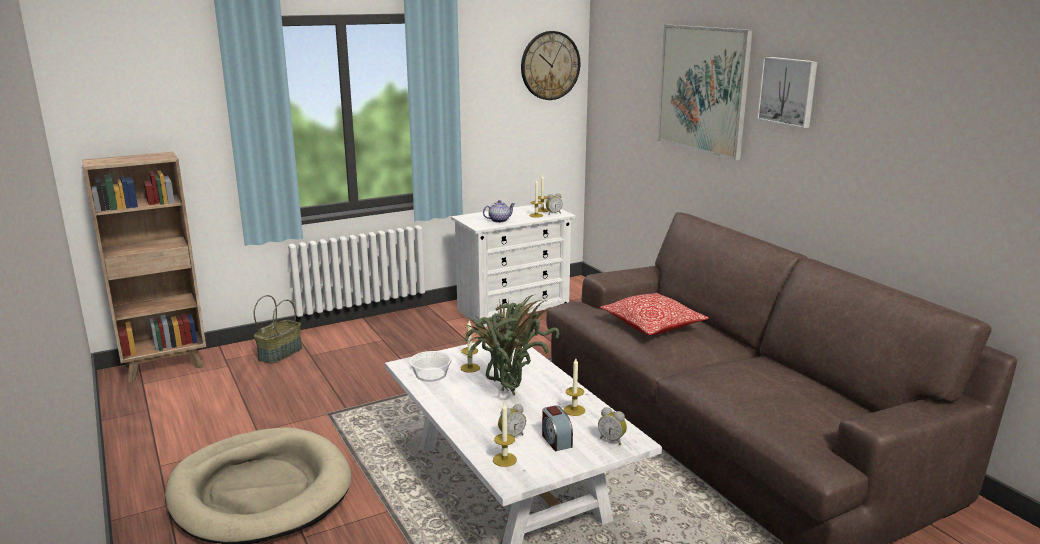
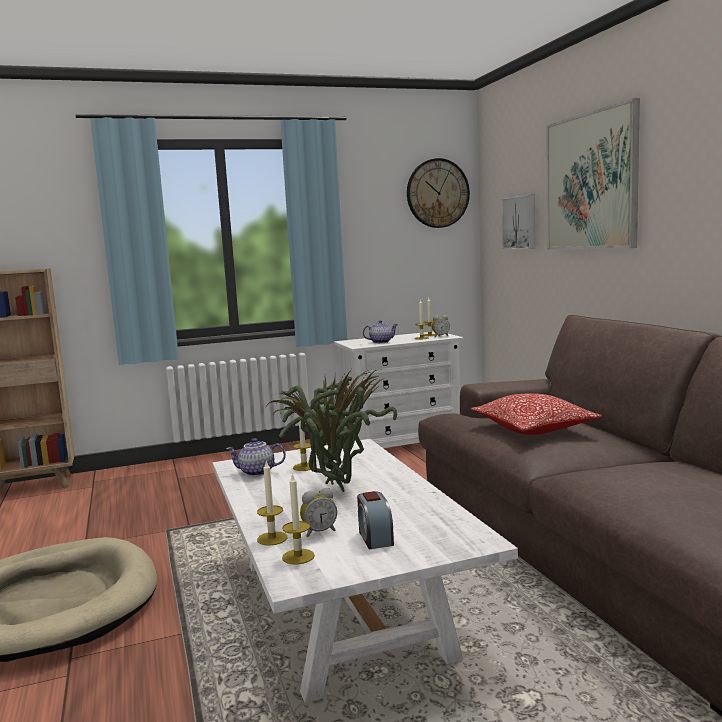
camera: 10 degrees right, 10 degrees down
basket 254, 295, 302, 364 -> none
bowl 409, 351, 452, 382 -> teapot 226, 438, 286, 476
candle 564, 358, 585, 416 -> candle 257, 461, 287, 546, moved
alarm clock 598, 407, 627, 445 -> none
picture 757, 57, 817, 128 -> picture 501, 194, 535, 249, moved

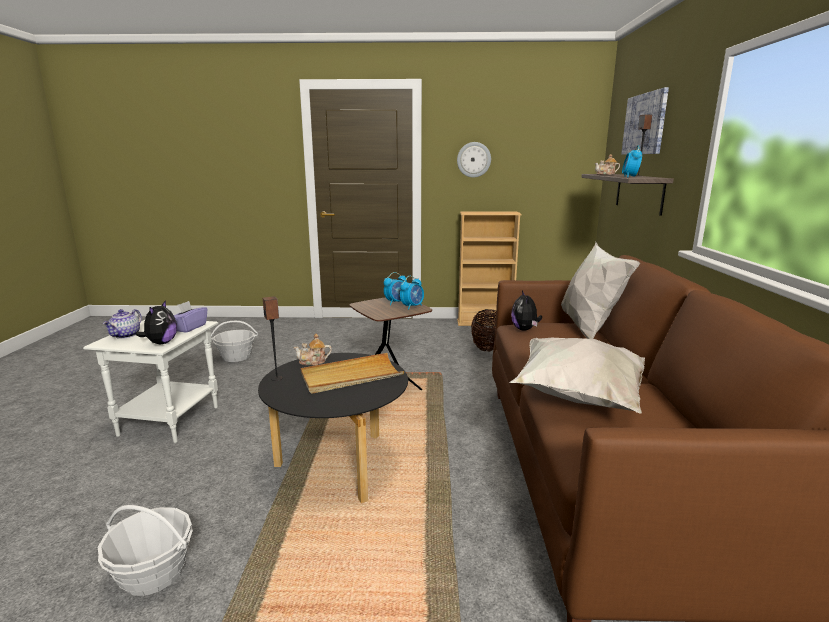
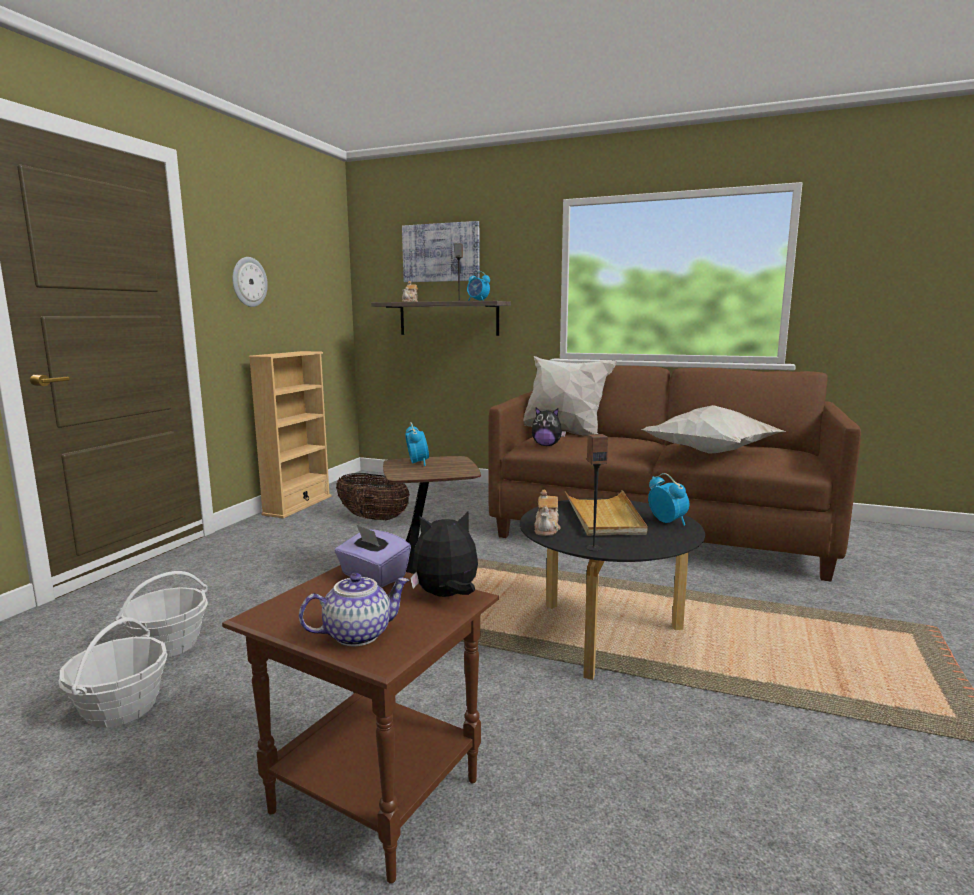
camera: 70 degrees left, 5 degrees down
white side table 83, 320, 218, 443 -> brown side table 222, 565, 499, 884
basket 98, 505, 193, 596 -> basket 115, 571, 208, 658, moved
teapot 103, 309, 142, 339 -> teapot 299, 573, 409, 646, 60 degrees counterclockwise
plush toy 136, 300, 177, 344 -> plush toy 410, 512, 478, 597, 45 degrees counterclockwise
alarm clock 400, 276, 424, 310 -> alarm clock 648, 473, 689, 526, moved

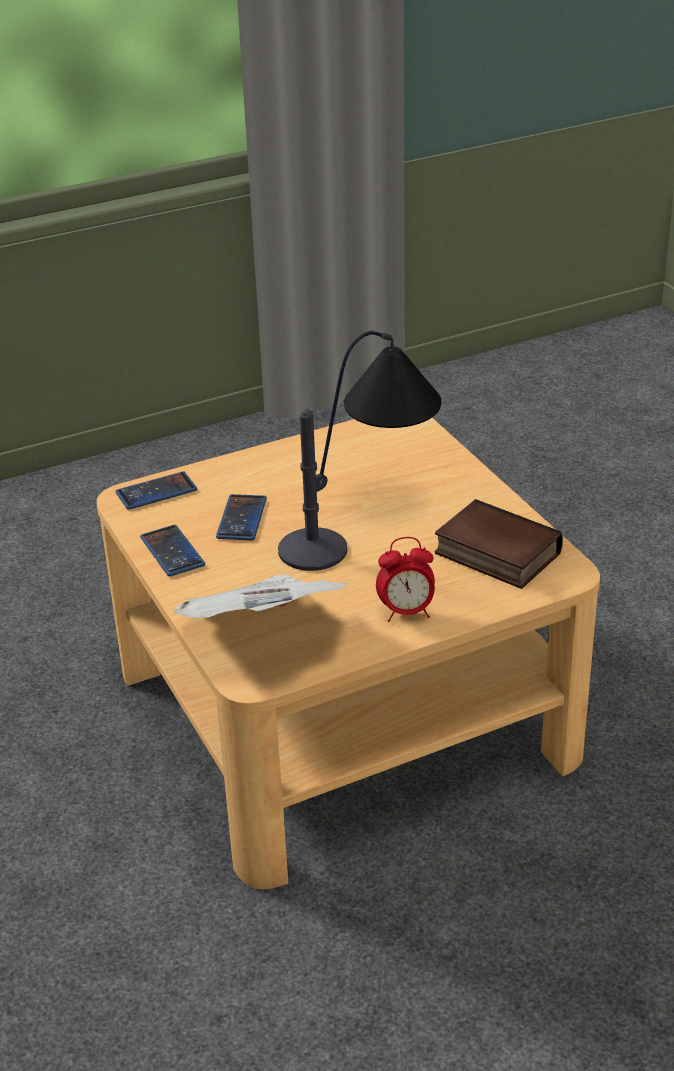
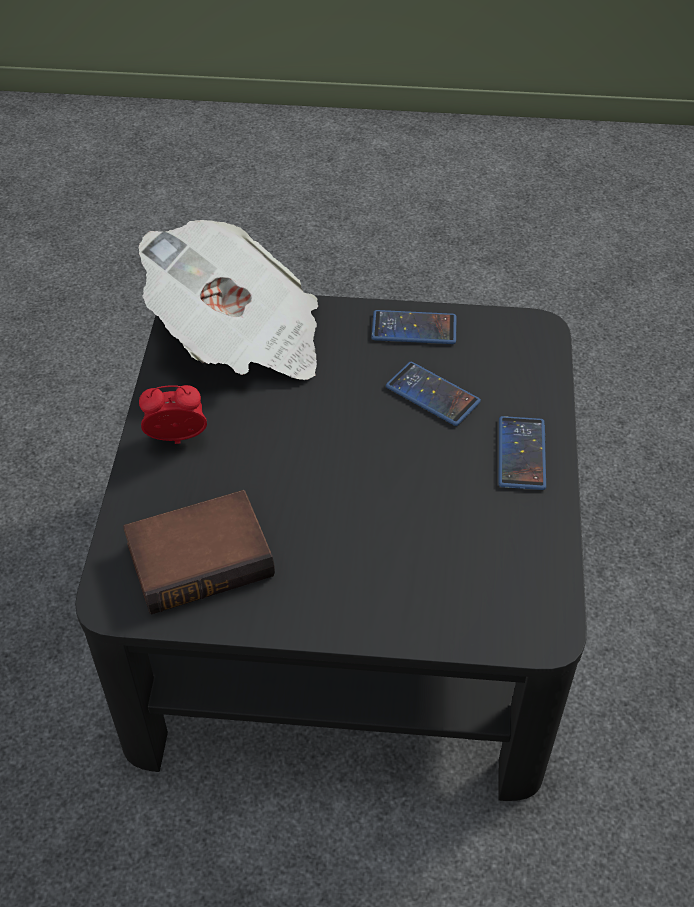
camera: 120 degrees right, 15 degrees up
beige coffee table 97, 418, 600, 889 -> black coffee table 75, 295, 587, 801
phone 115, 471, 197, 510 -> phone 499, 416, 546, 490, moved
table lamp 278, 331, 441, 571 -> none
alarm clock 376, 537, 435, 622 -> alarm clock 139, 385, 207, 444, 60 degrees clockwise

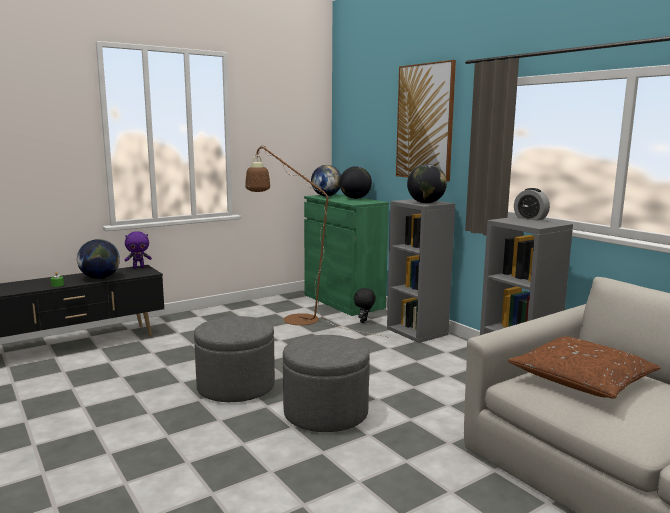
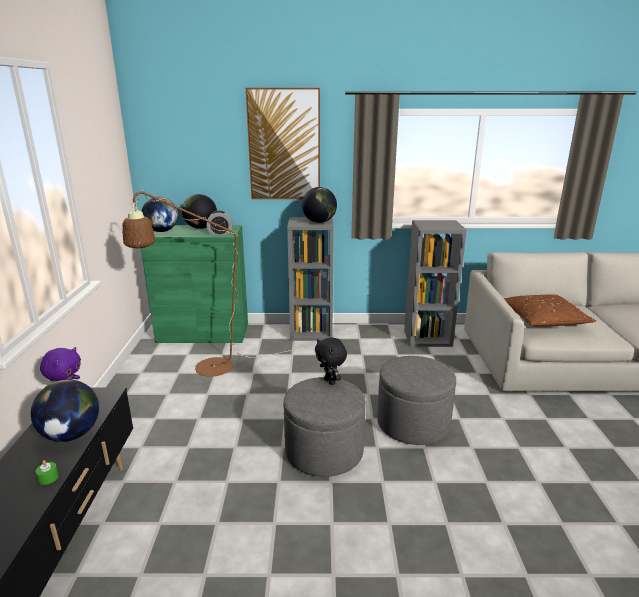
camera: 55 degrees left, 10 degrees up
black plush toy 354, 288, 376, 323 -> black plush toy 315, 337, 347, 385, moved
alarm clock 514, 188, 550, 221 -> alarm clock 207, 211, 233, 235, moved

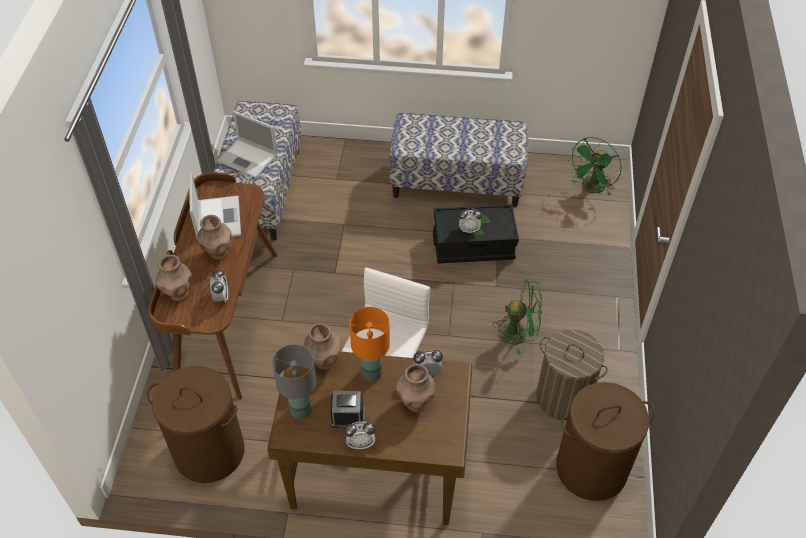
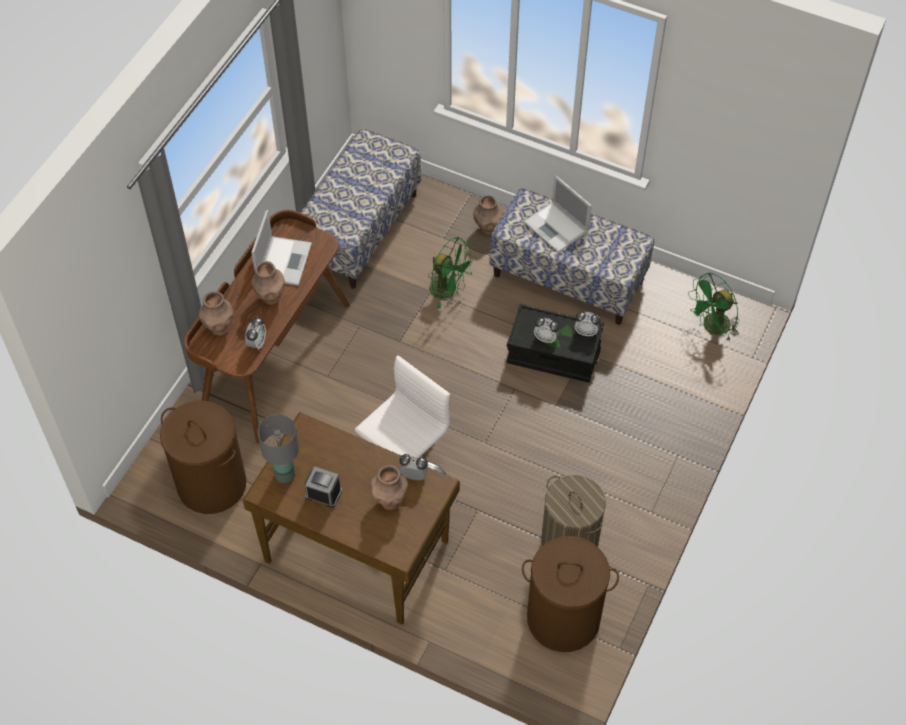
camera: 20 degrees right, 5 degrees up
laptop 217, 111, 278, 178 -> laptop 524, 175, 592, 253, moved
brown vase 304, 323, 341, 370 -> brown vase 473, 195, 503, 235, moved
alarm clock 344, 421, 376, 449 -> alarm clock 575, 312, 600, 337, moved
orange table lamp 349, 307, 390, 381 -> none
green fan 492, 279, 542, 355 -> green fan 428, 237, 475, 308, moved

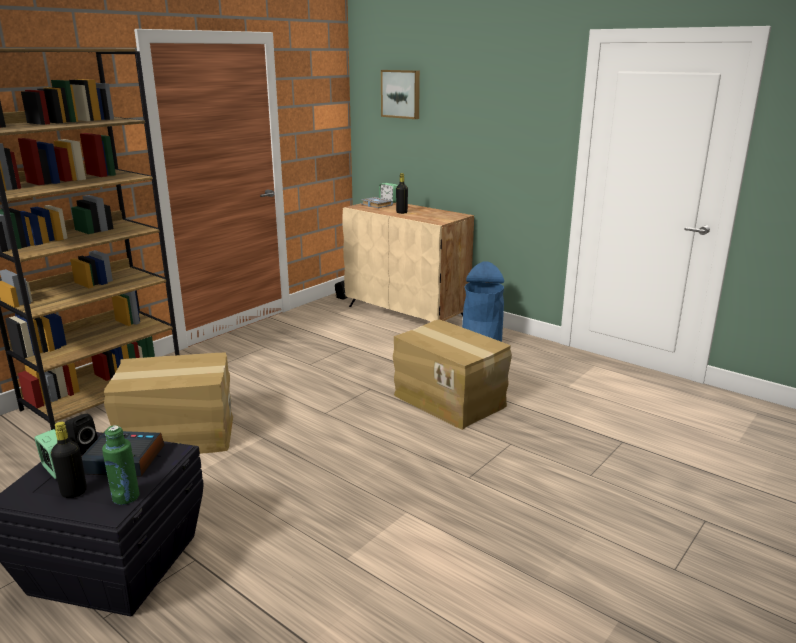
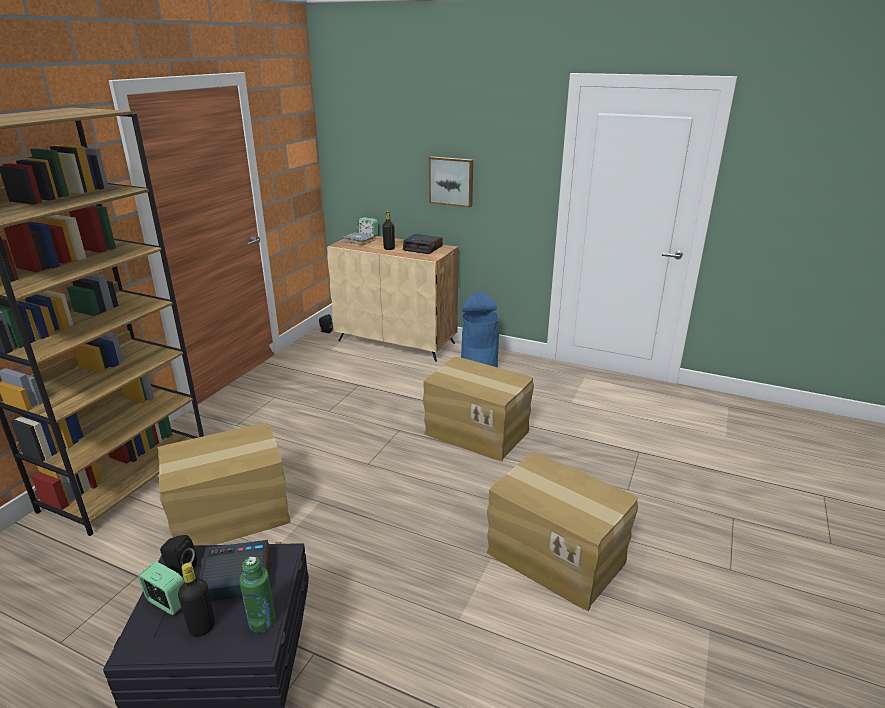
camera: 15 degrees left, 5 degrees up
picture 381, 70, 420, 119 -> picture 429, 156, 473, 207, moved
none -> alarm clock 403, 234, 443, 254
none -> cardboard box 486, 452, 638, 612

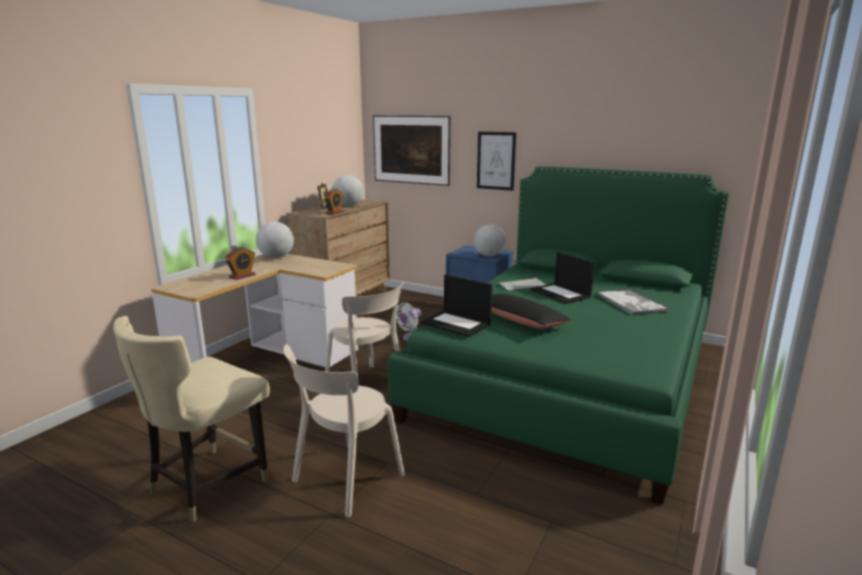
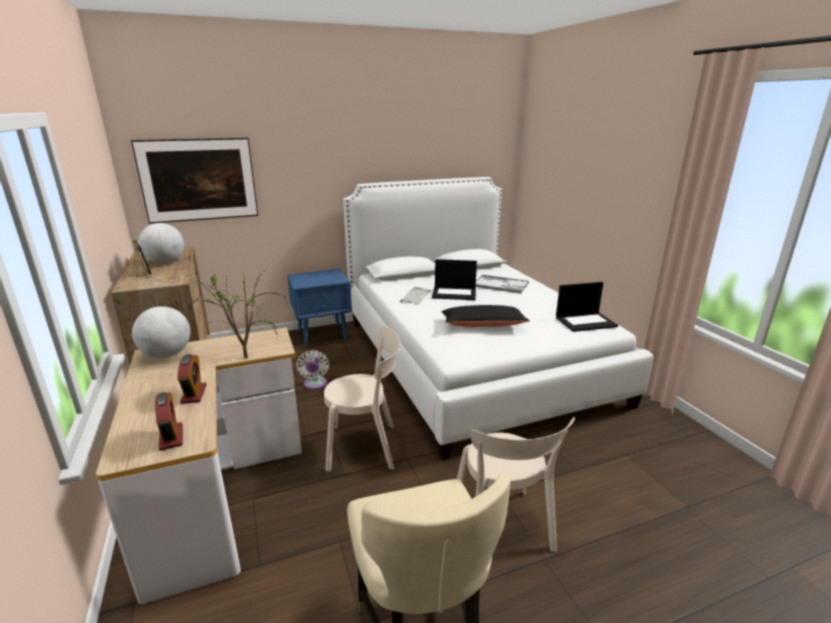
camera: 50 degrees left, 5 degrees up
alarm clock 325, 189, 344, 215 -> alarm clock 155, 392, 183, 451, moved
green bed 389, 166, 729, 505 -> white bed 343, 177, 653, 460
laptop 421, 274, 492, 337 -> laptop 556, 282, 618, 332, moved
globe 474, 224, 506, 256 -> none
picture 477, 132, 516, 191 -> none
none -> potted plant 188, 267, 288, 358

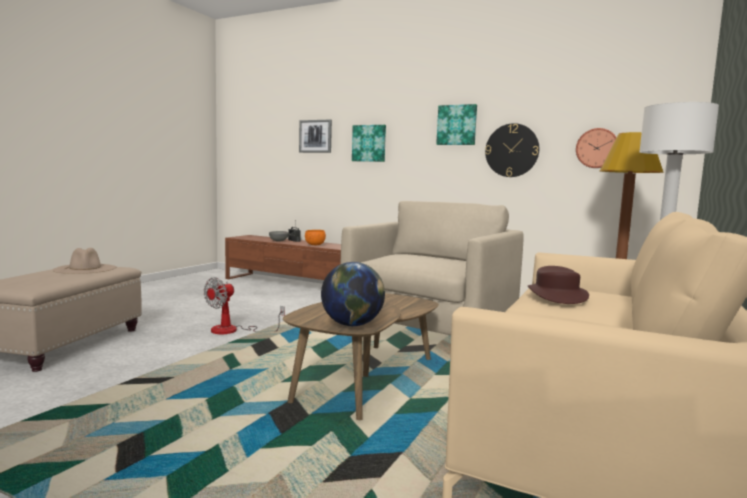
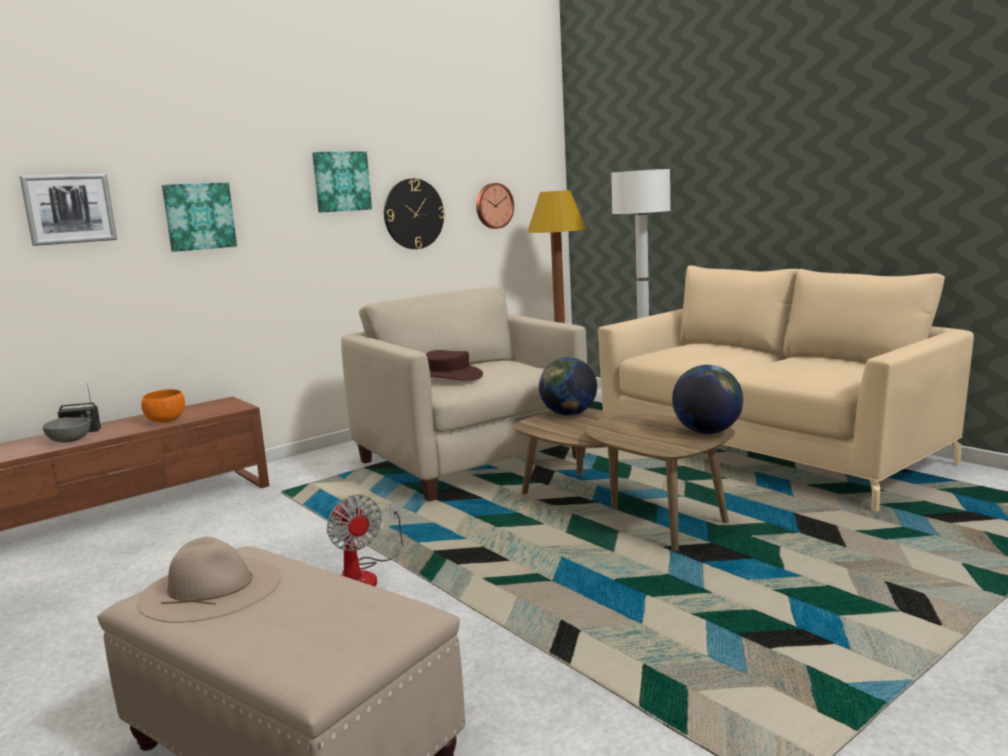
camera: 65 degrees left, 5 degrees up
brown hat 528, 266, 589, 304 -> brown hat 426, 350, 483, 381, moved
none -> globe 539, 357, 597, 416

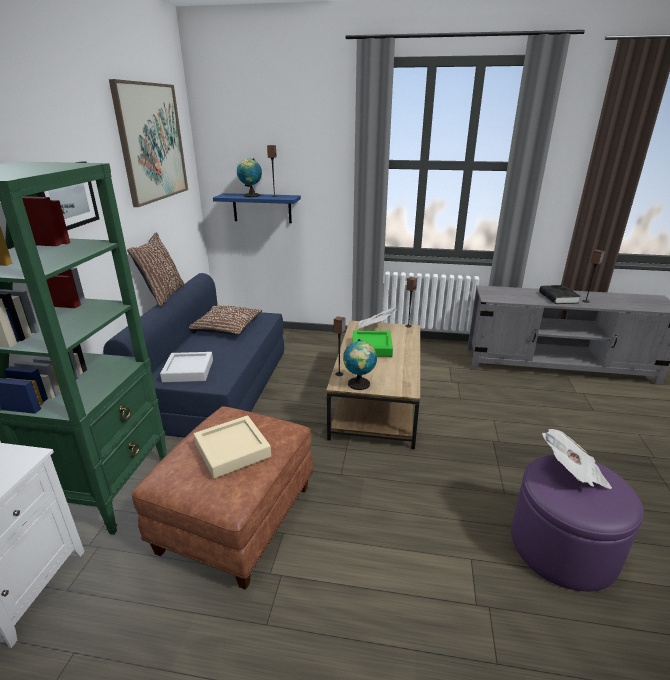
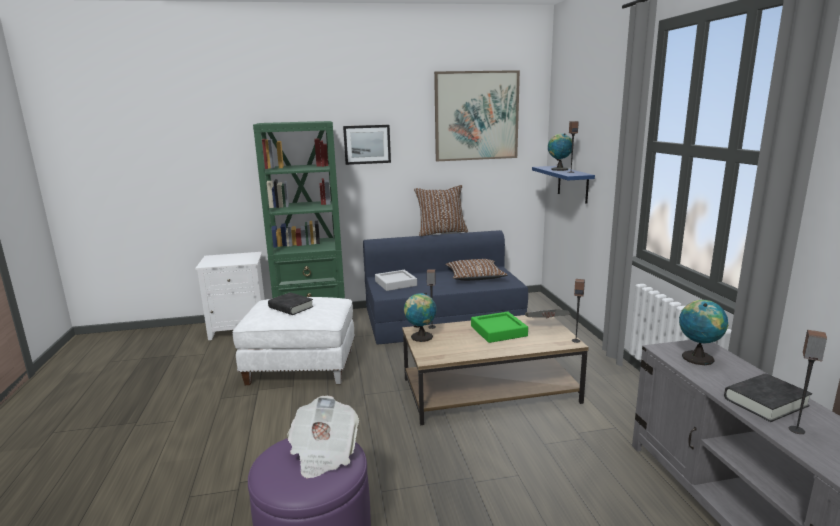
camera: 70 degrees right, 10 degrees down
brown ottoman 131, 406, 314, 590 -> white ottoman 232, 297, 355, 385
beige tray 194, 415, 271, 479 -> black book 268, 292, 314, 315
none -> globe 679, 300, 728, 365

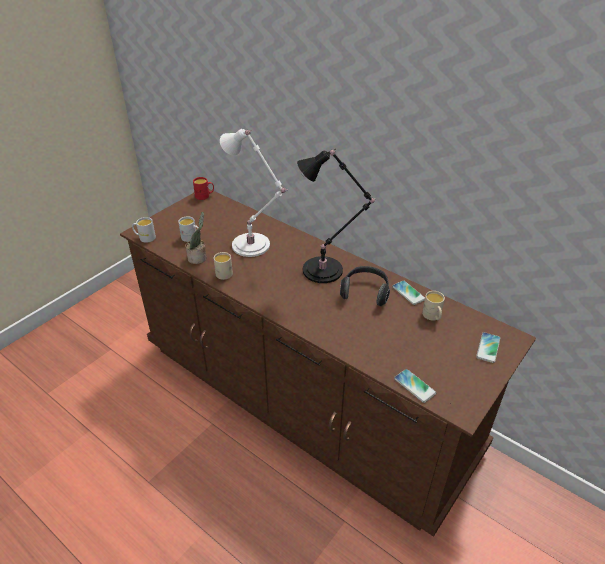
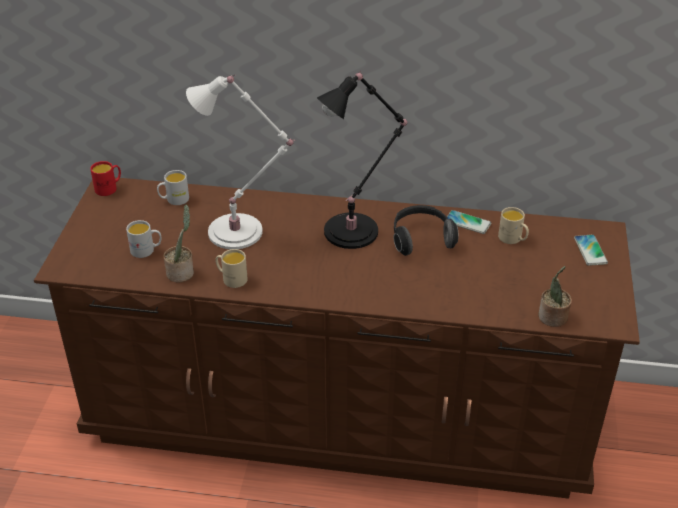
camera: 30 degrees left, 0 degrees up
white mug 132, 217, 156, 243 -> white mug 157, 170, 189, 205, moved
phone 394, 369, 436, 403 -> potted plant 538, 266, 572, 327

